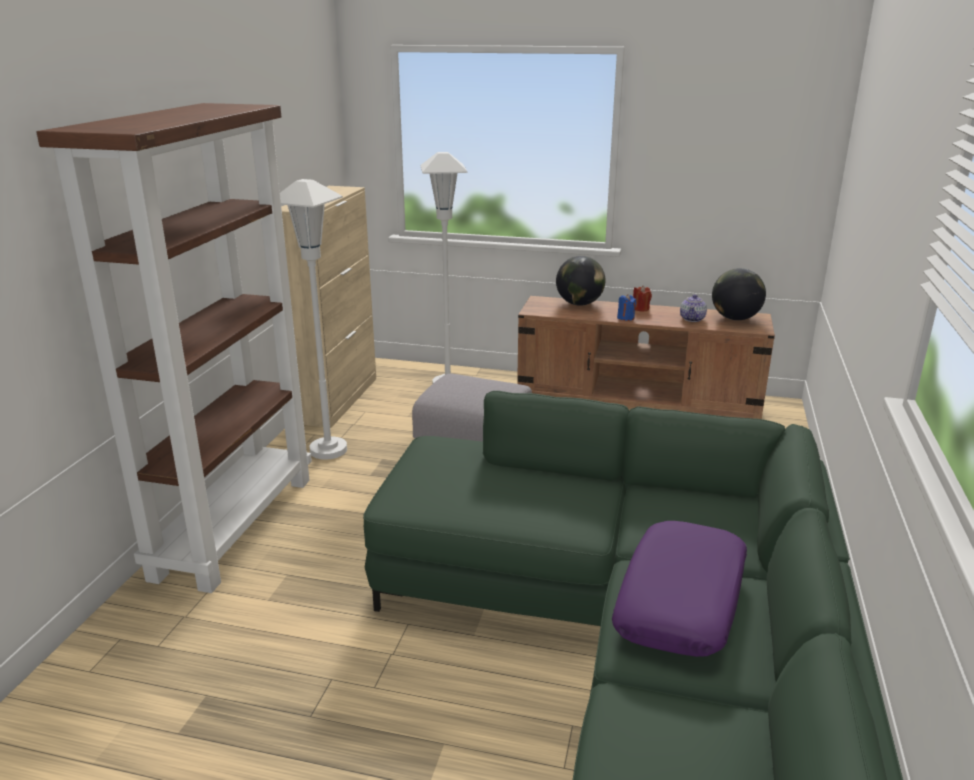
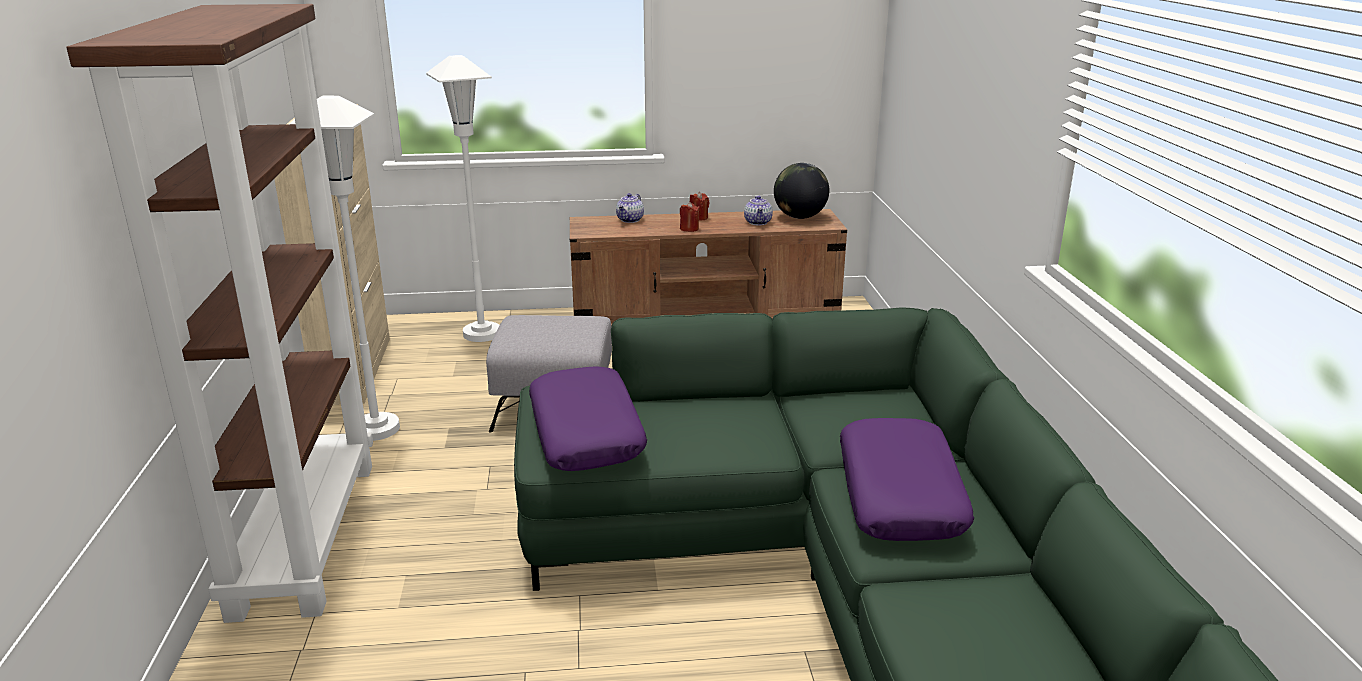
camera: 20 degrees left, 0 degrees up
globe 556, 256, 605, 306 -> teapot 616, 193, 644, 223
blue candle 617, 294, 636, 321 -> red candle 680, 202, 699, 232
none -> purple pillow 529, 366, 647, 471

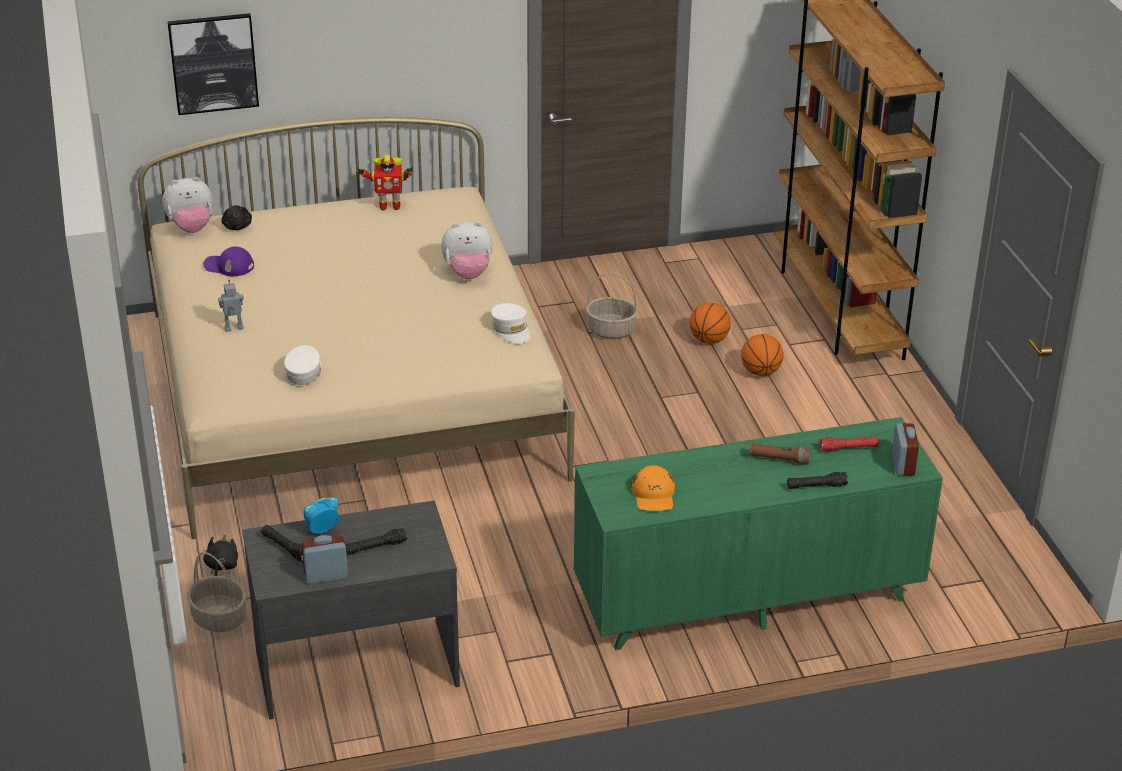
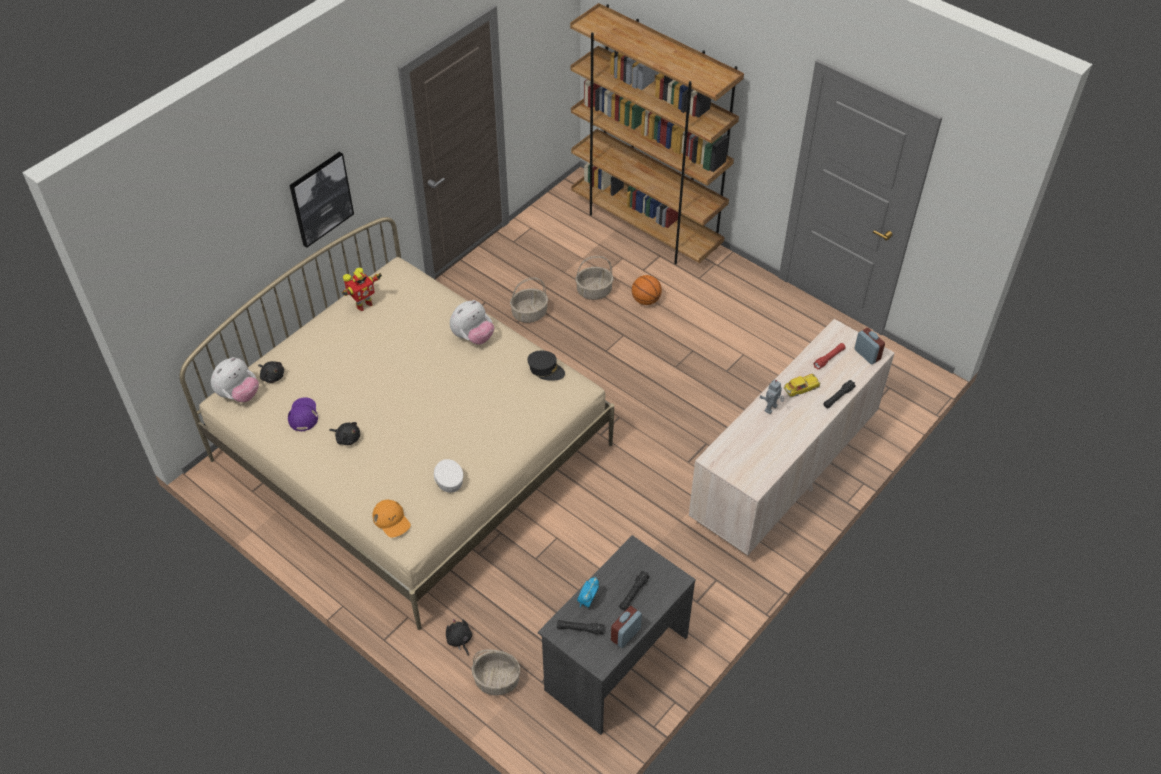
camera: 35 degrees left, 15 degrees up
picture 167, 13, 259, 115 -> picture 289, 152, 354, 248, moved
purple cap 204, 246, 254, 276 -> purple cap 288, 397, 318, 431, 105 degrees clockwise
toy robot 218, 280, 244, 332 -> toy robot 760, 380, 784, 414, moved
white cap 491, 303, 531, 343 -> black cap 527, 351, 565, 381
green dresser 574, 417, 943, 650 -> beige dresser 689, 319, 895, 555
orange cap 632, 465, 675, 511 -> orange cap 372, 500, 411, 538, moved
basketball 690, 303, 731, 344 -> basket 576, 256, 613, 300
brown flashlight 749, 442, 810, 464 -> toy car 784, 374, 821, 397
none -> black plush toy 329, 422, 360, 445

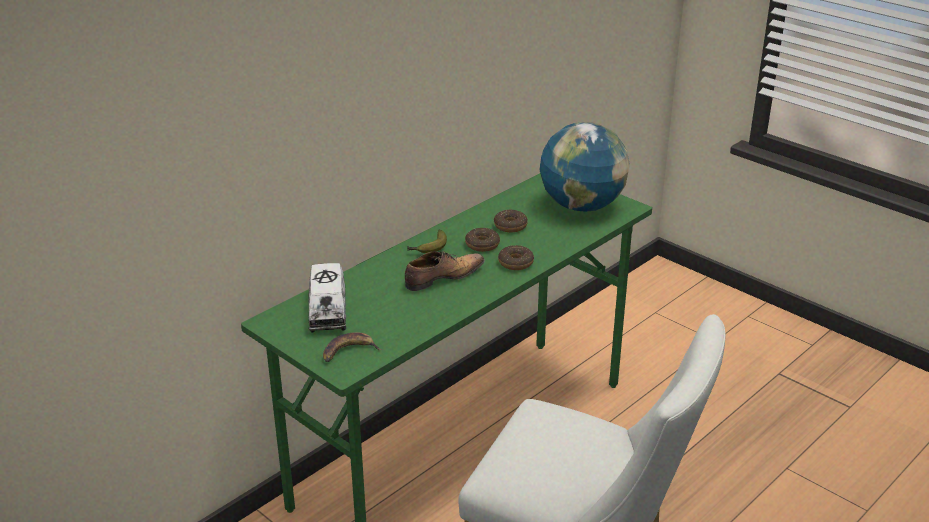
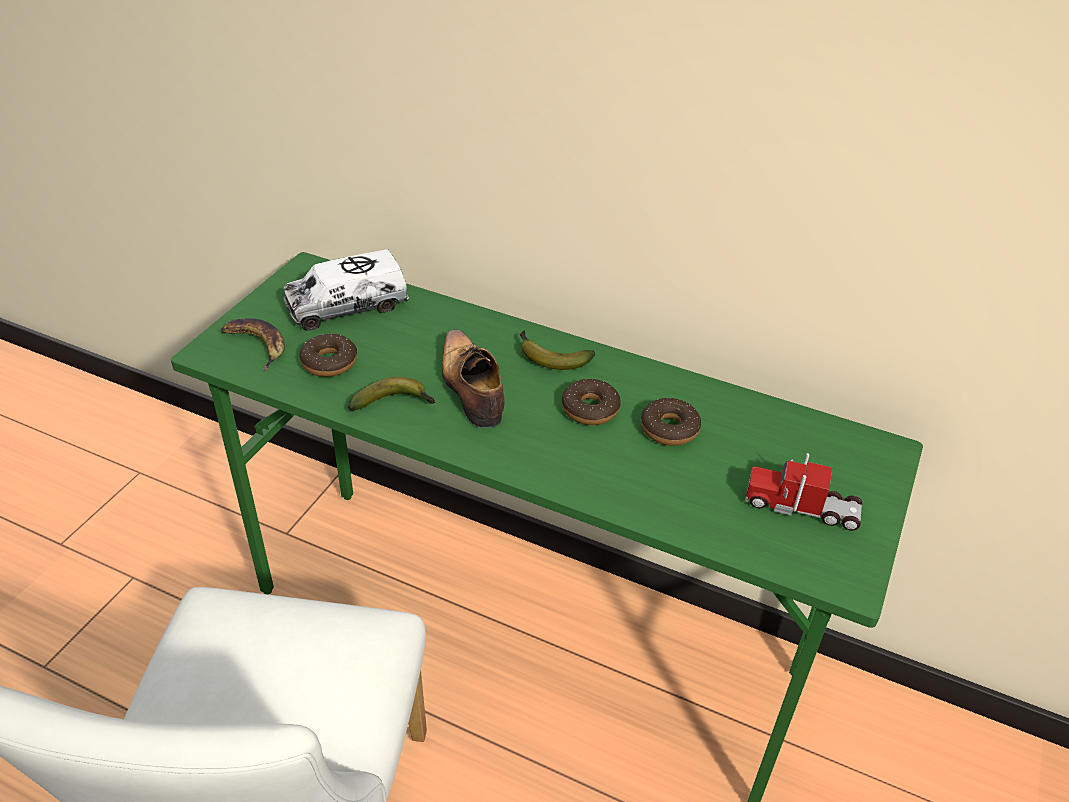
camera: 70 degrees right, 10 degrees up
shoe 405, 251, 485, 291 -> shoe 442, 330, 505, 428, 150 degrees counterclockwise
donut 498, 245, 534, 270 -> donut 299, 334, 357, 377, moved
globe 539, 122, 630, 212 -> toy truck 745, 453, 862, 531
none -> banana 348, 377, 436, 411

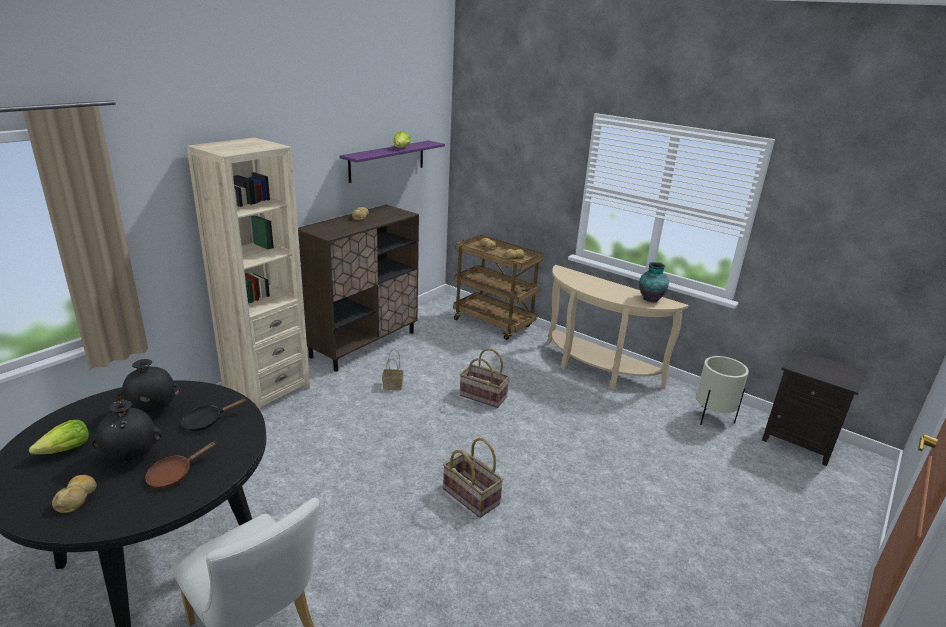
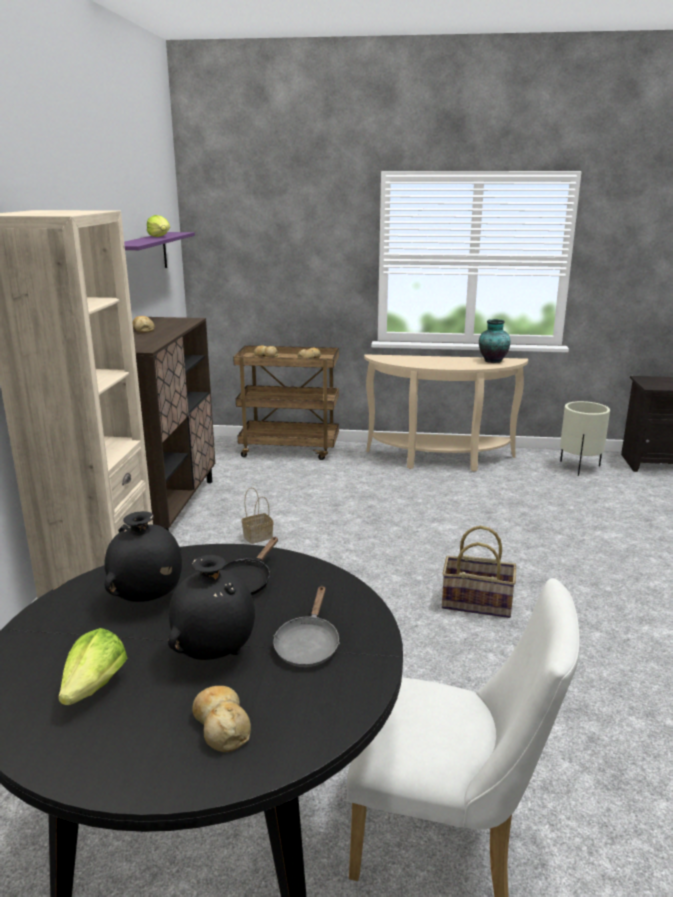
camera: 30 degrees left, 5 degrees down
brown frying pan 145, 442, 216, 488 -> grey frying pan 273, 586, 340, 667
basket 460, 348, 510, 408 -> none

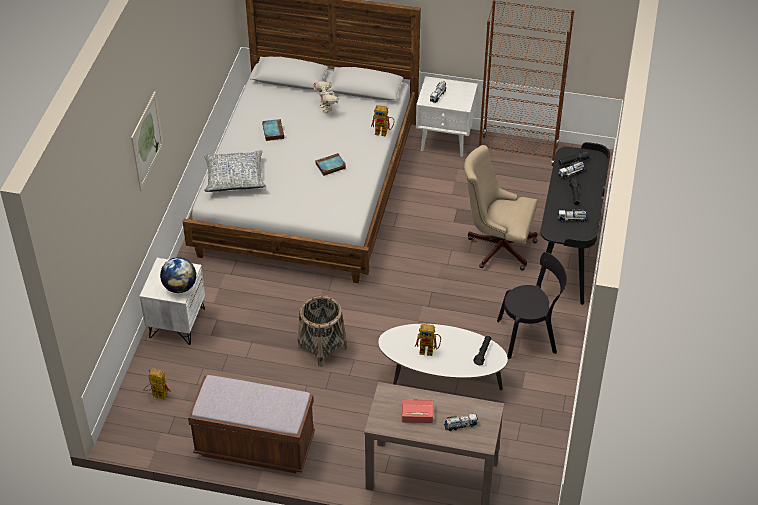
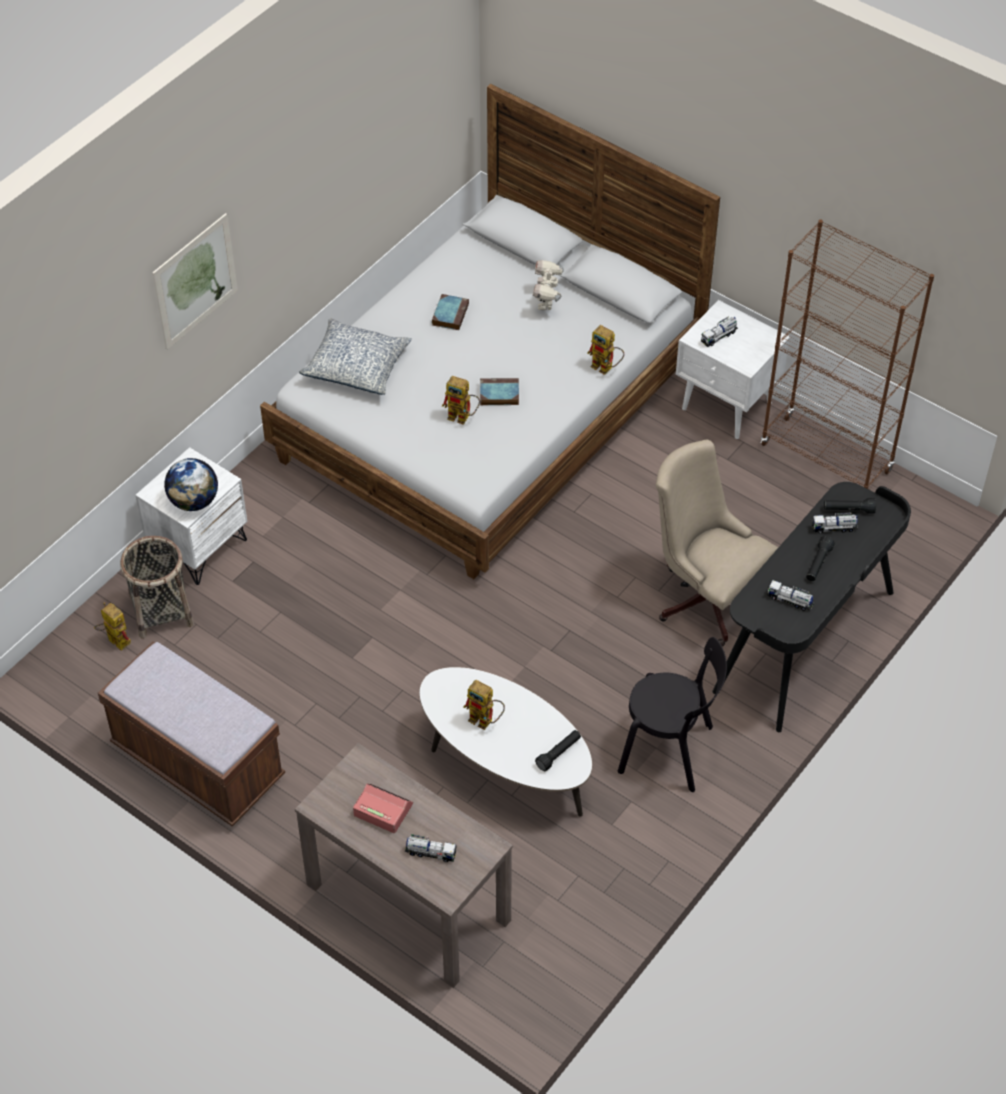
camera: 25 degrees right, 5 degrees up
basket 297, 295, 347, 367 -> basket 120, 536, 194, 639, moved
none -> toy robot 442, 376, 480, 425

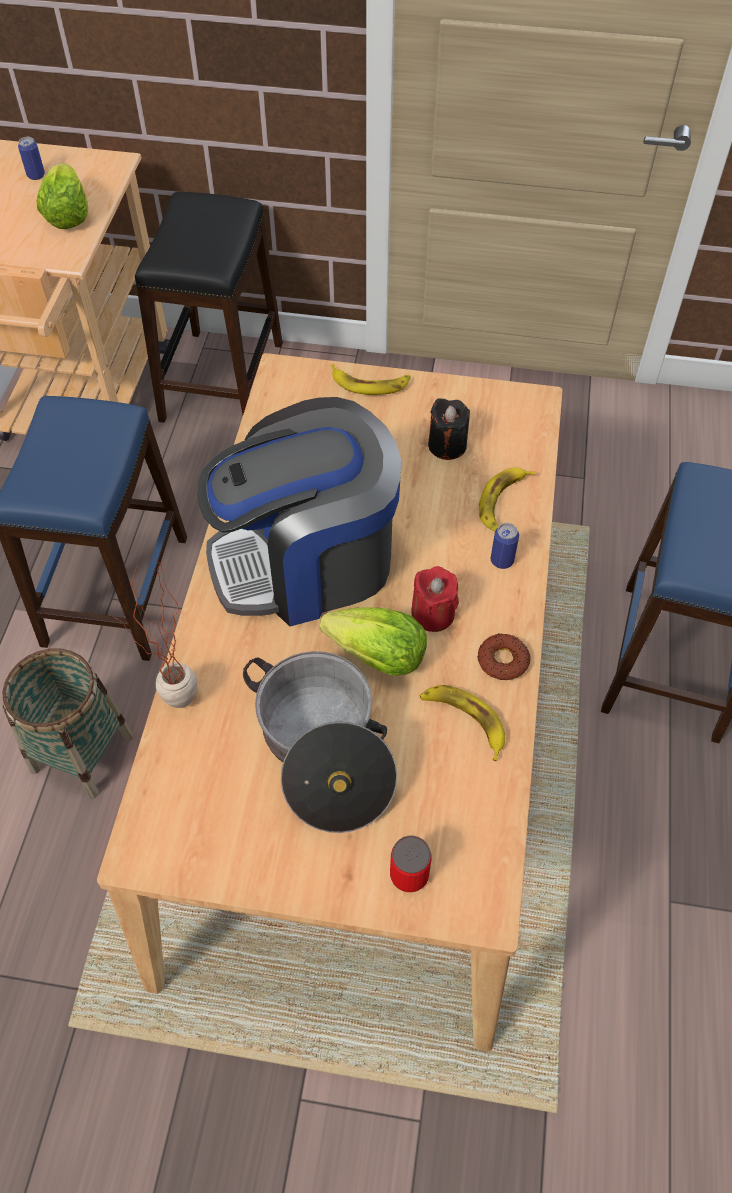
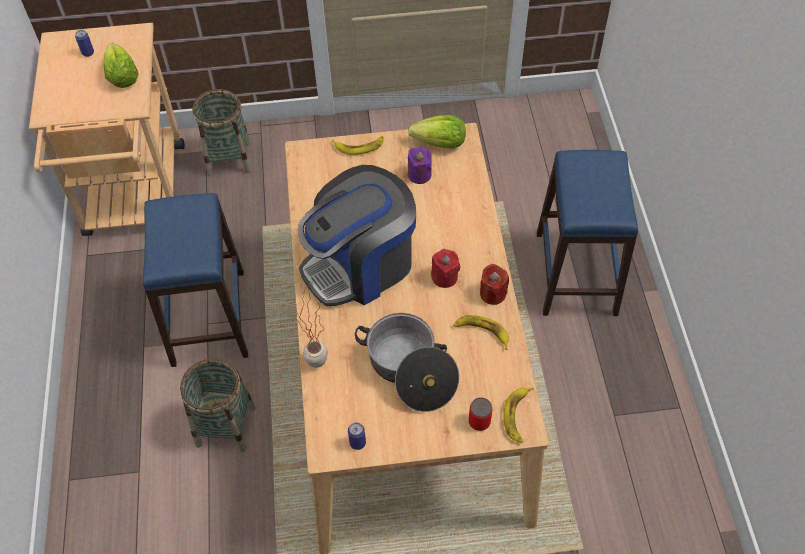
camera: 15 degrees left, 0 degrees up
black stool 135, 192, 283, 423 -> basket 192, 89, 251, 176
lettuce 319, 607, 427, 676 -> lettuce 408, 115, 466, 149, moved
black candle 428, 398, 470, 460 -> purple candle 408, 147, 432, 184
donut 477, 633, 531, 680 -> red candle 480, 264, 509, 305
banana 479, 468, 536, 532 -> banana 503, 387, 534, 443, moved
can 491, 523, 519, 569 -> can 348, 422, 366, 450, moved

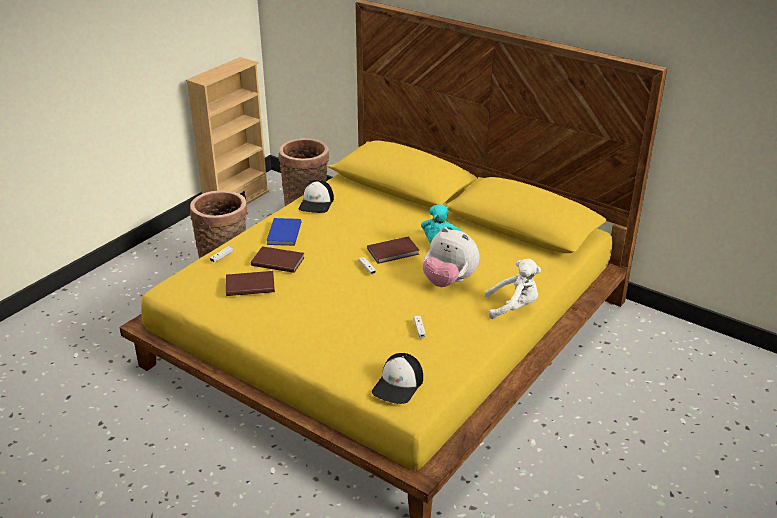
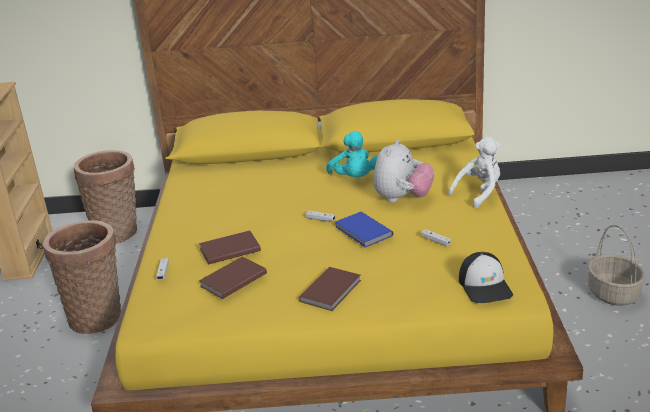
camera: 35 degrees left, 5 degrees down
blue book 266, 218, 302, 246 -> blue book 335, 212, 393, 248, moved
cap 299, 180, 334, 213 -> none
brown book 367, 236, 420, 264 -> brown book 298, 267, 361, 311, moved
plush toy 423, 227, 479, 287 -> plush toy 373, 139, 434, 203, 60 degrees counterclockwise
none -> basket 588, 225, 645, 306

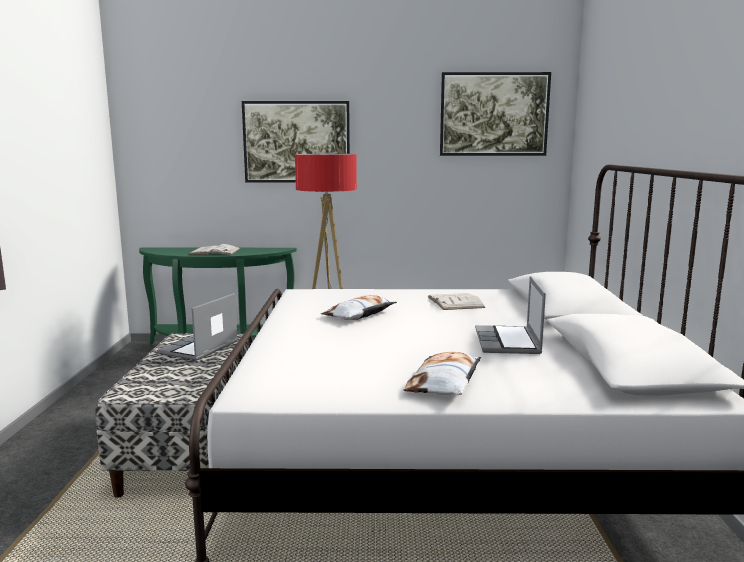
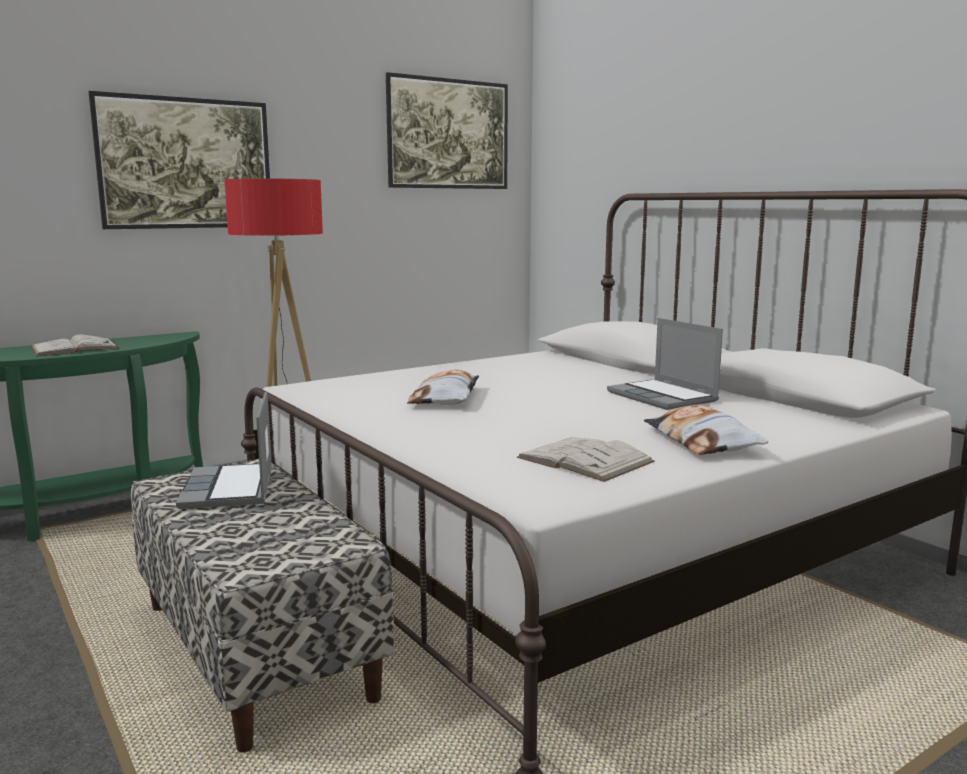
camera: 35 degrees left, 0 degrees up
white book 428, 293, 485, 310 -> white book 517, 437, 655, 482, moved

